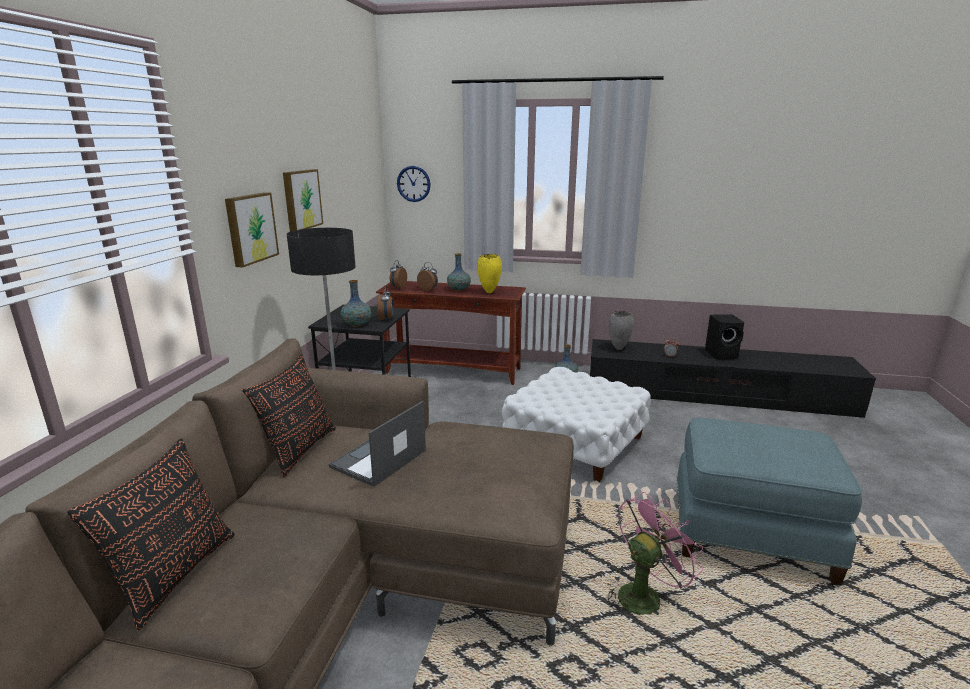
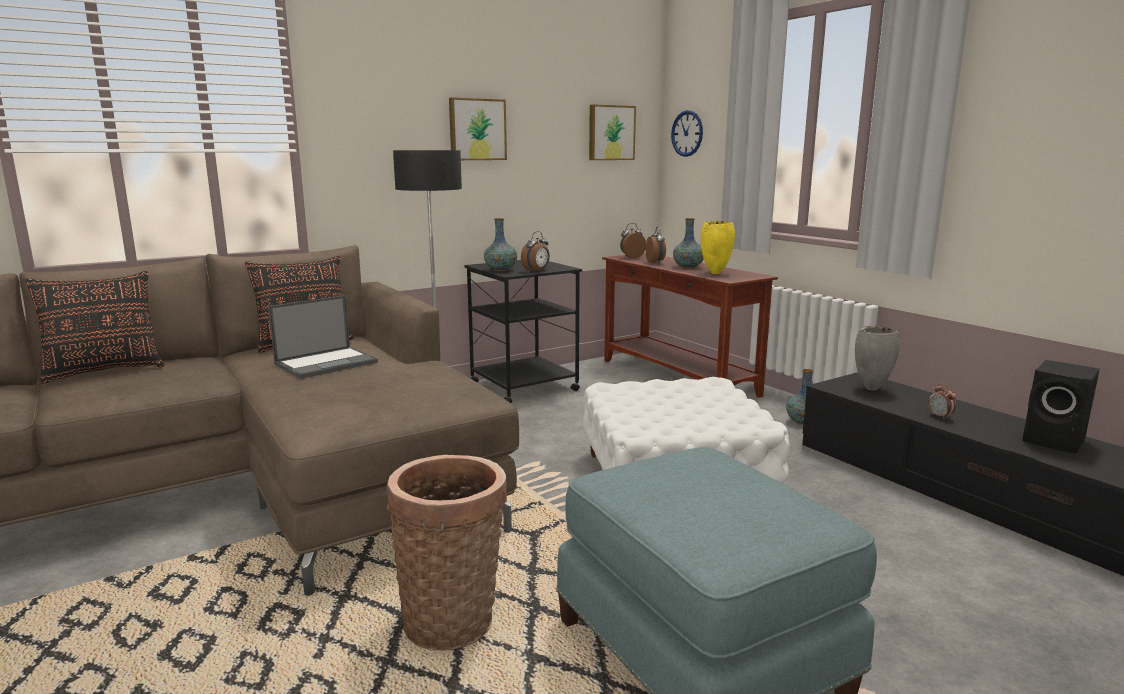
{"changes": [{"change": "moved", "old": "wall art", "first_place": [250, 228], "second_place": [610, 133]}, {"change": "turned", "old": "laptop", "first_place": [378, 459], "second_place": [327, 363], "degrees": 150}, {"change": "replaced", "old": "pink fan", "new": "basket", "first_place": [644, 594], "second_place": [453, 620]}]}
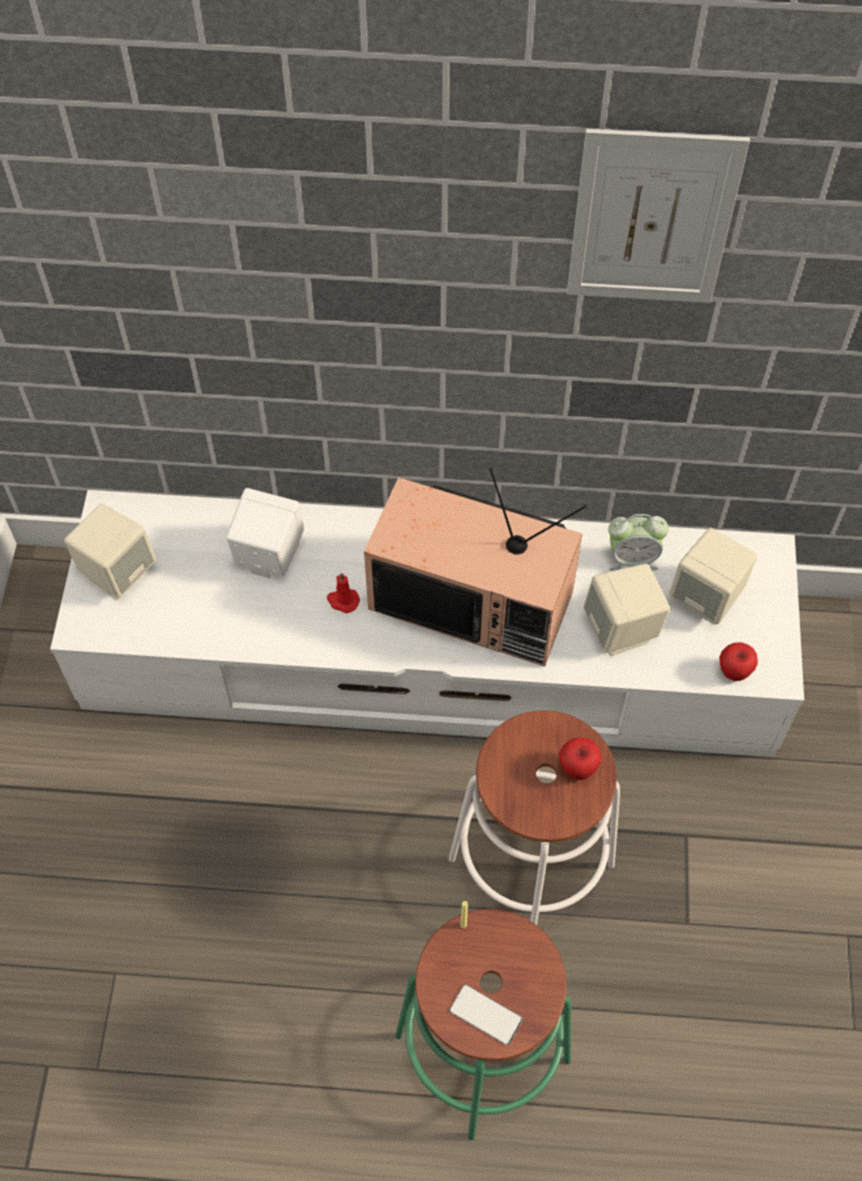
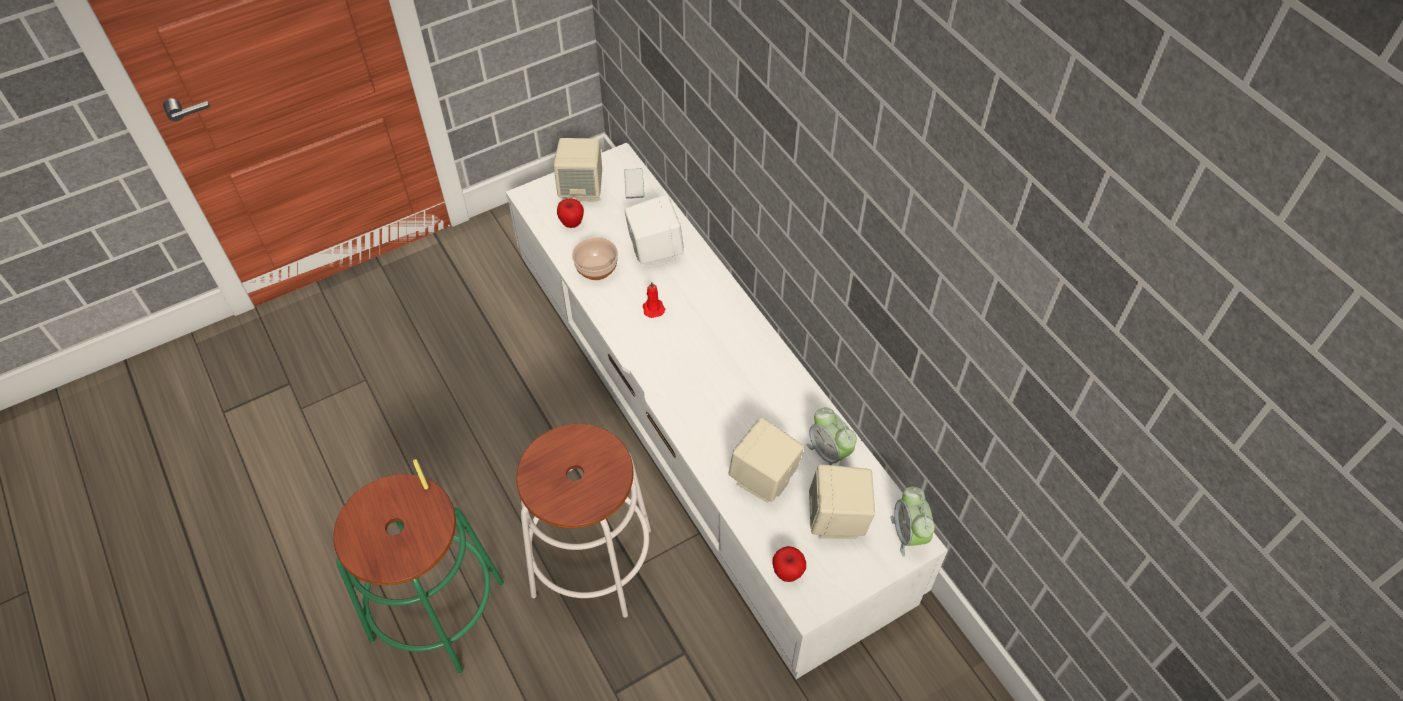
{"changes": [{"change": "removed", "old": "television", "first_place": [475, 599]}, {"change": "moved", "old": "telephone", "first_place": [485, 1015], "second_place": [634, 184]}, {"change": "moved", "old": "whole apple", "first_place": [577, 769], "second_place": [572, 223]}, {"change": "removed", "old": "wall art", "first_place": [652, 219]}, {"change": "added", "new": "deep dish", "second_place": [597, 268]}, {"change": "added", "new": "alarm clock", "second_place": [908, 534]}]}
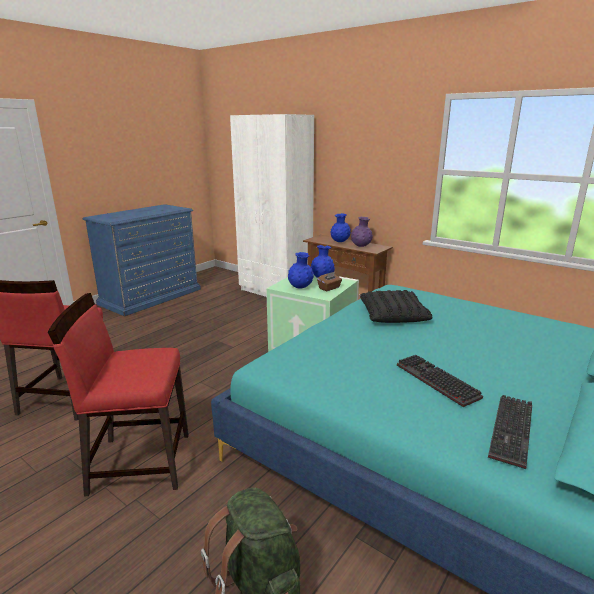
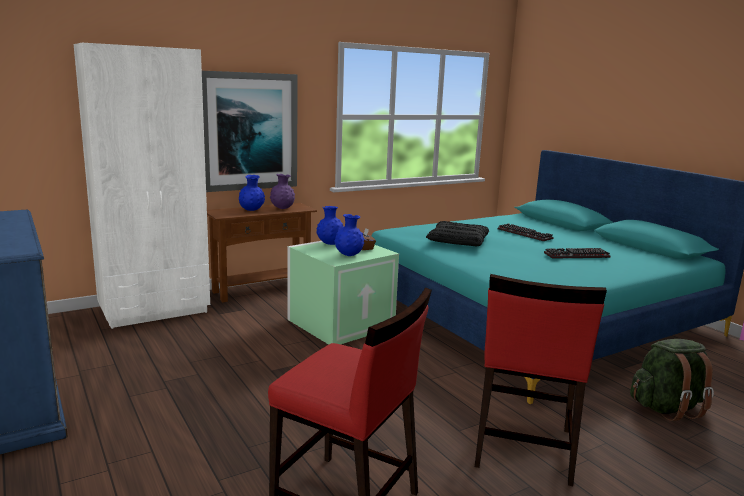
{"changes": [{"change": "moved", "old": "computer keyboard", "first_place": [513, 432], "second_place": [526, 234]}, {"change": "added", "new": "wall art", "second_place": [248, 131]}]}
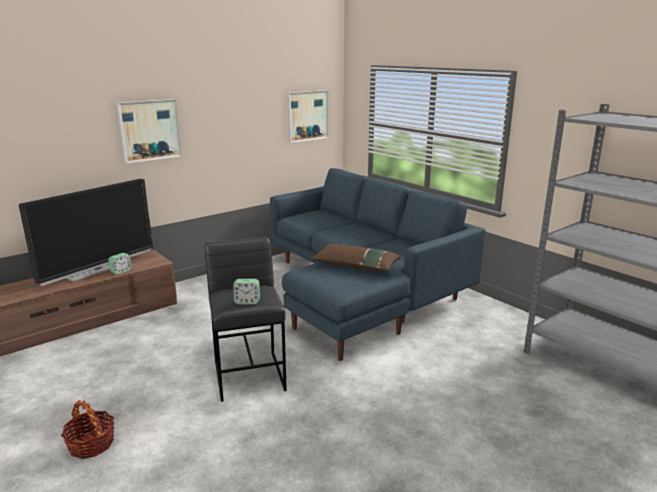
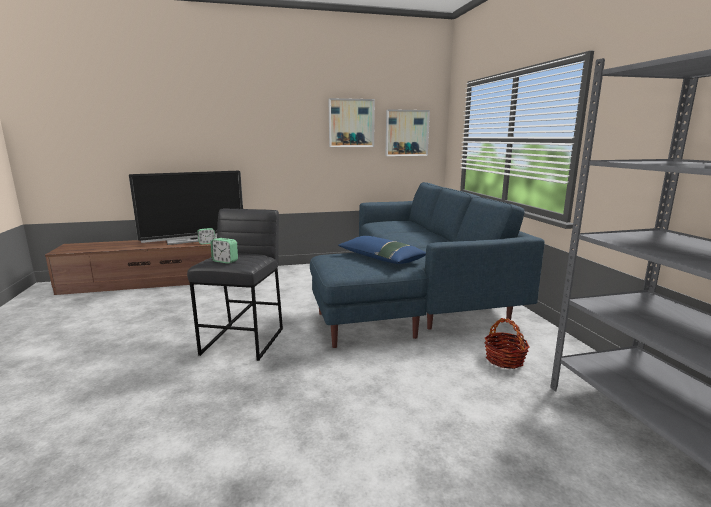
{"changes": [{"change": "moved", "old": "basket", "first_place": [91, 444], "second_place": [504, 359]}, {"change": "moved", "old": "wall art", "first_place": [149, 130], "second_place": [351, 123]}, {"change": "recoloured", "old": "brown-coloured cushion", "new": "blue-coloured cushion", "first_place": [356, 266], "second_place": [380, 258]}]}
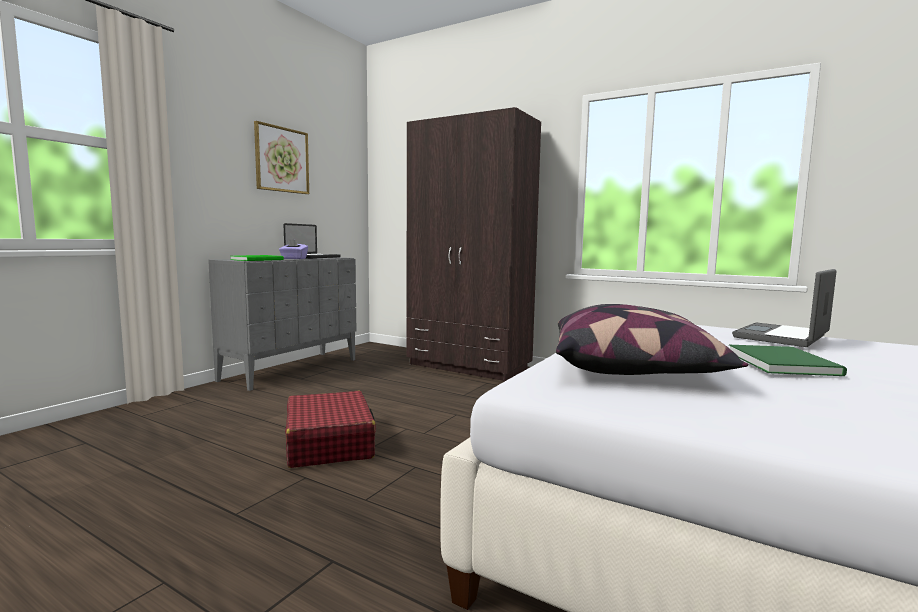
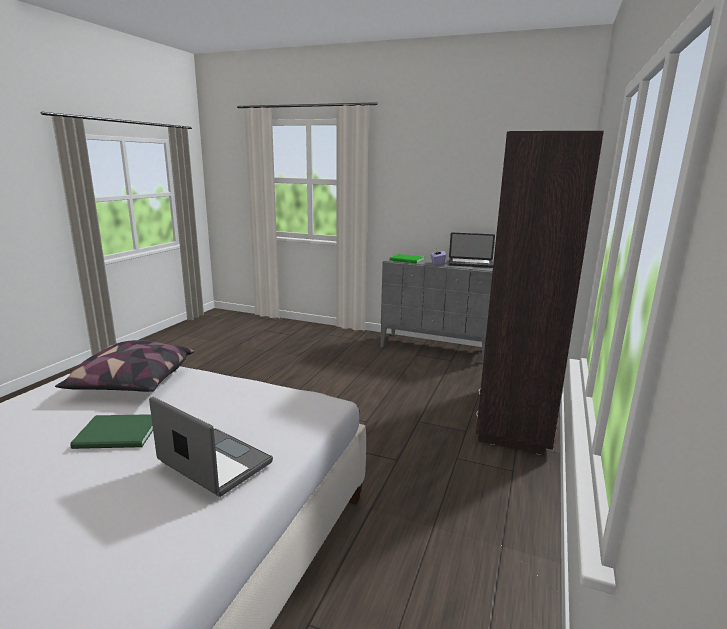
{"changes": [{"change": "removed", "old": "wall art", "first_place": [282, 160]}, {"change": "removed", "old": "red suitcase", "first_place": [329, 442]}]}
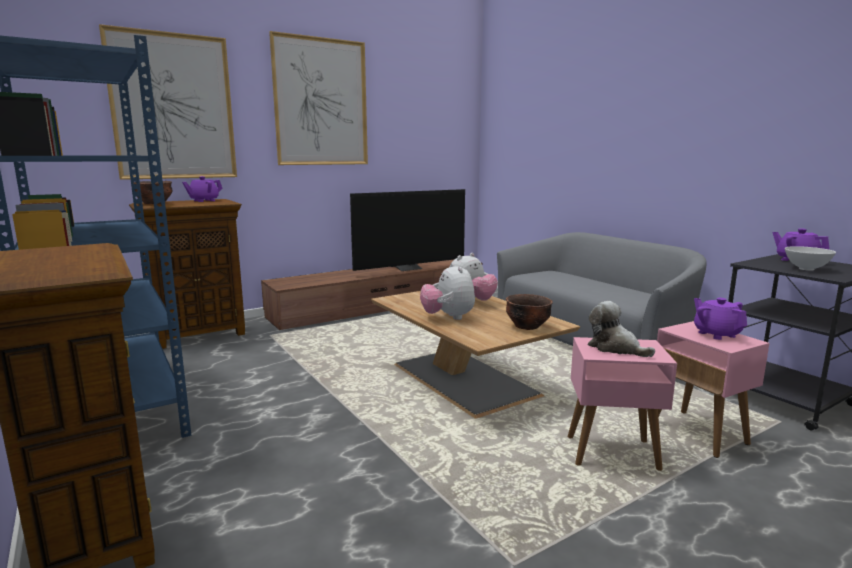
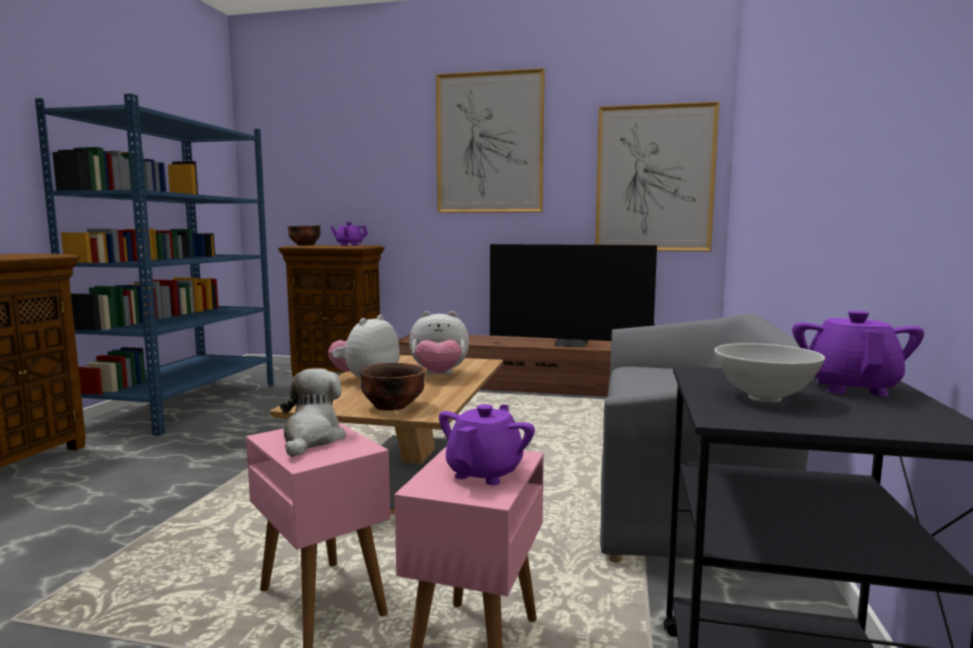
{"changes": [{"change": "moved", "old": "wall art", "first_place": [173, 107], "second_place": [654, 179]}]}
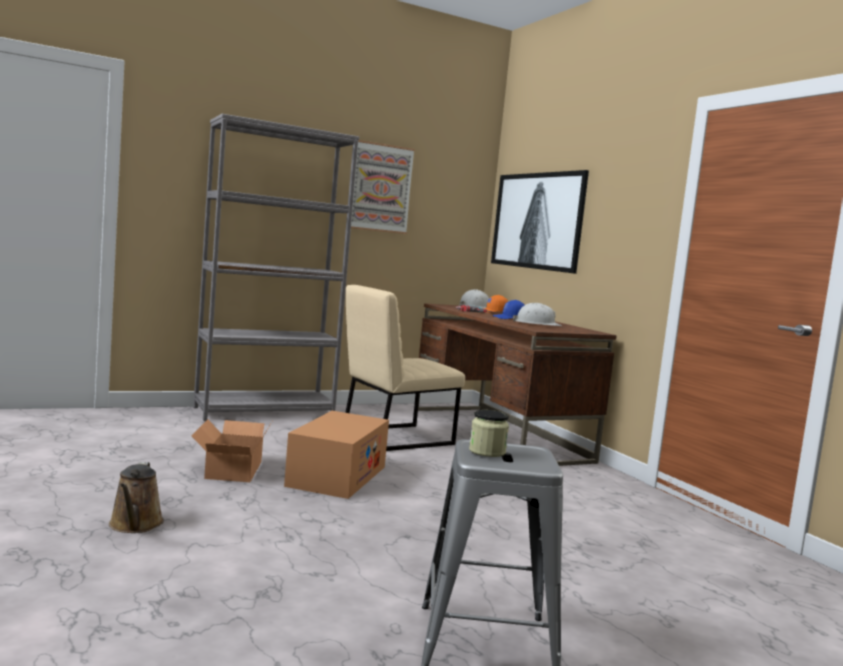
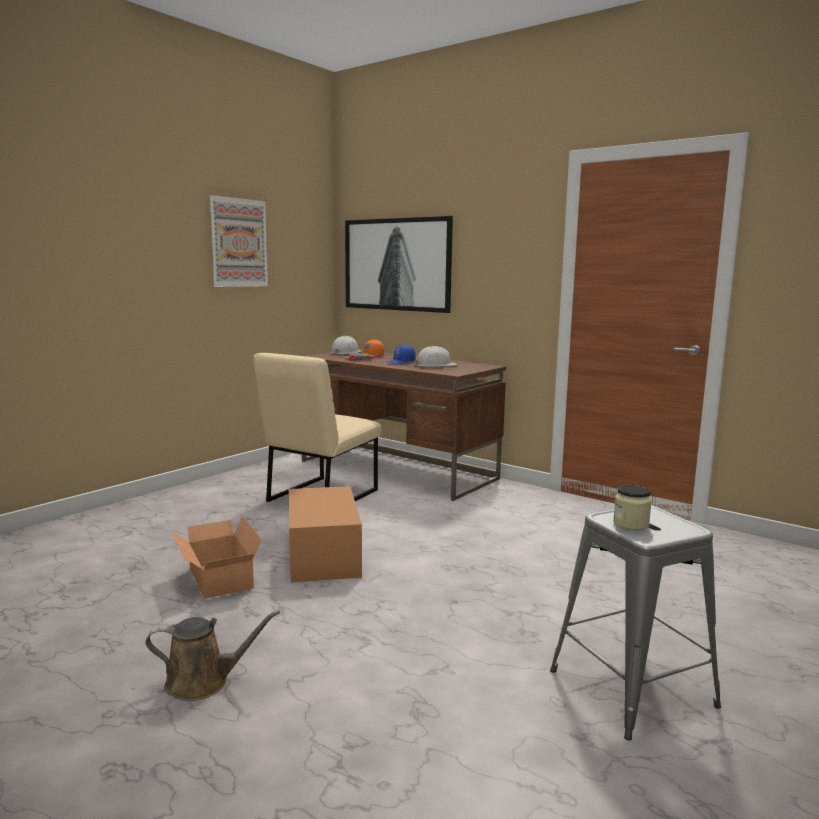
{"changes": [{"change": "turned", "old": "brown-coloured sprinkling can", "first_place": [135, 525], "second_place": [203, 682], "degrees": -60}, {"change": "removed", "old": "gray bookshelf", "first_place": [265, 412]}]}
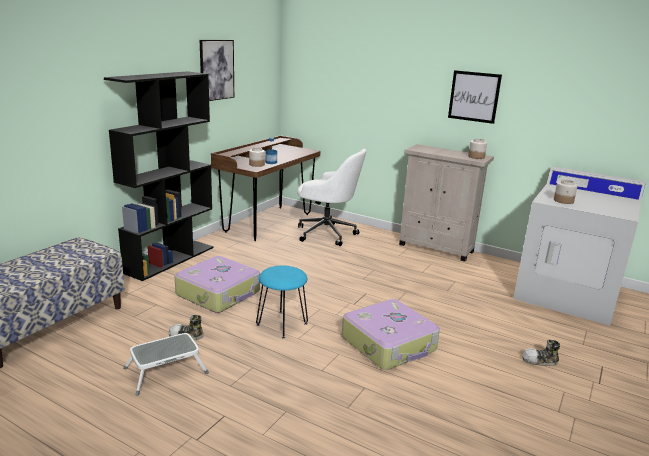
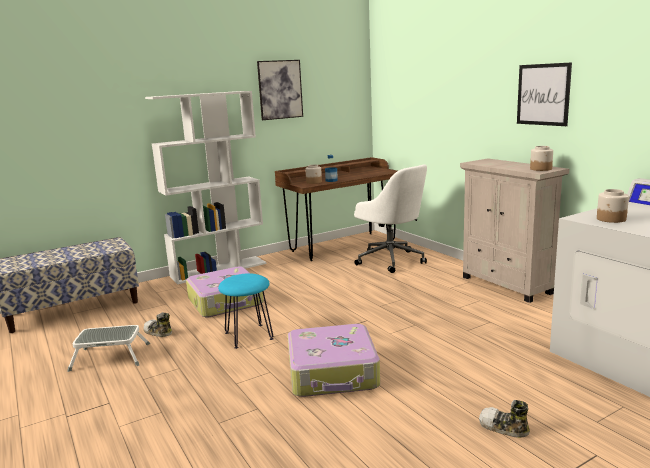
{"changes": [{"change": "recoloured", "old": "black-coloured bookshelf", "new": "white bookshelf", "first_place": [170, 259], "second_place": [219, 269]}]}
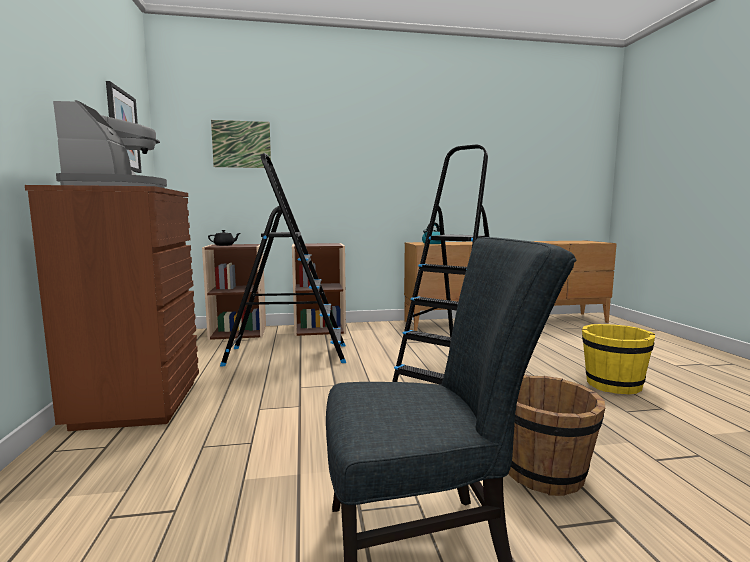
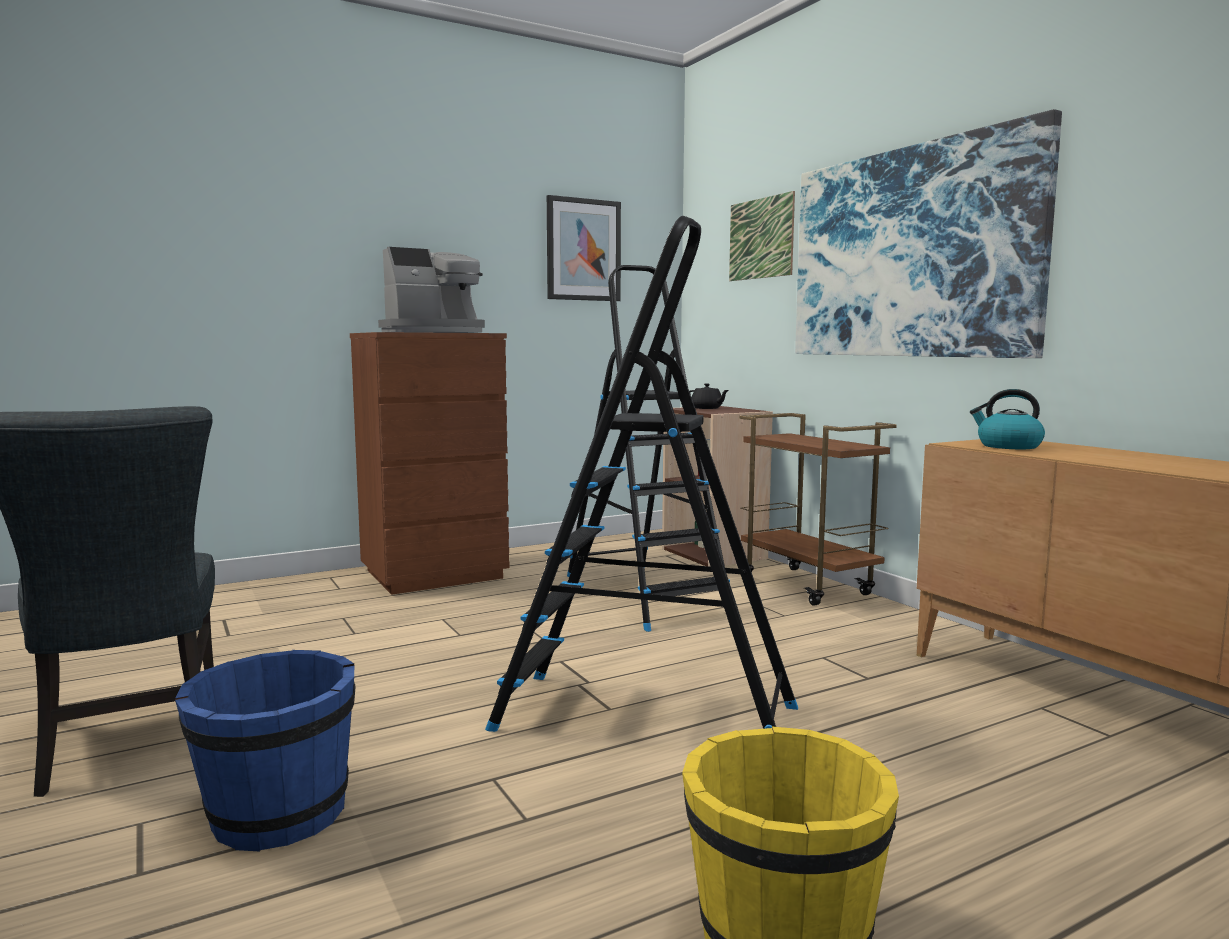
{"changes": [{"change": "replaced", "old": "brown-coloured bookshelf", "new": "brown-coloured wheeled cart", "first_place": [320, 329], "second_place": [807, 587]}, {"change": "recoloured", "old": "brown-coloured pail", "new": "blue-coloured pail", "first_place": [545, 473], "second_place": [277, 815]}, {"change": "added", "new": "wall art", "second_place": [909, 253]}]}
